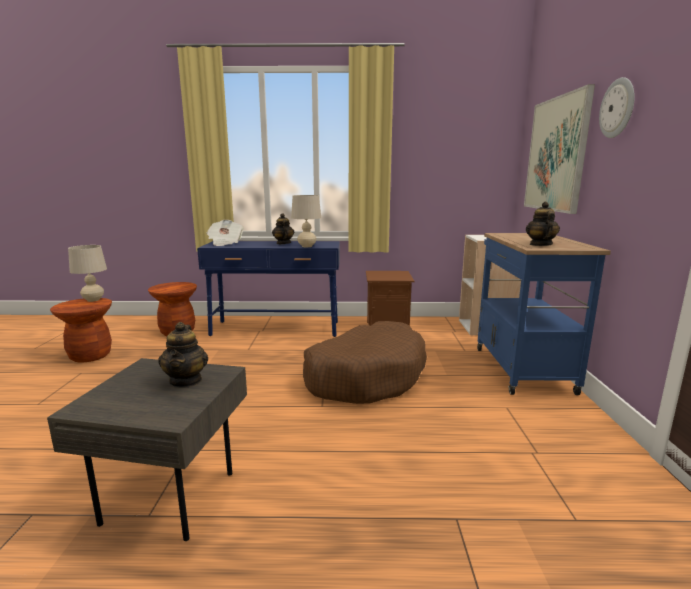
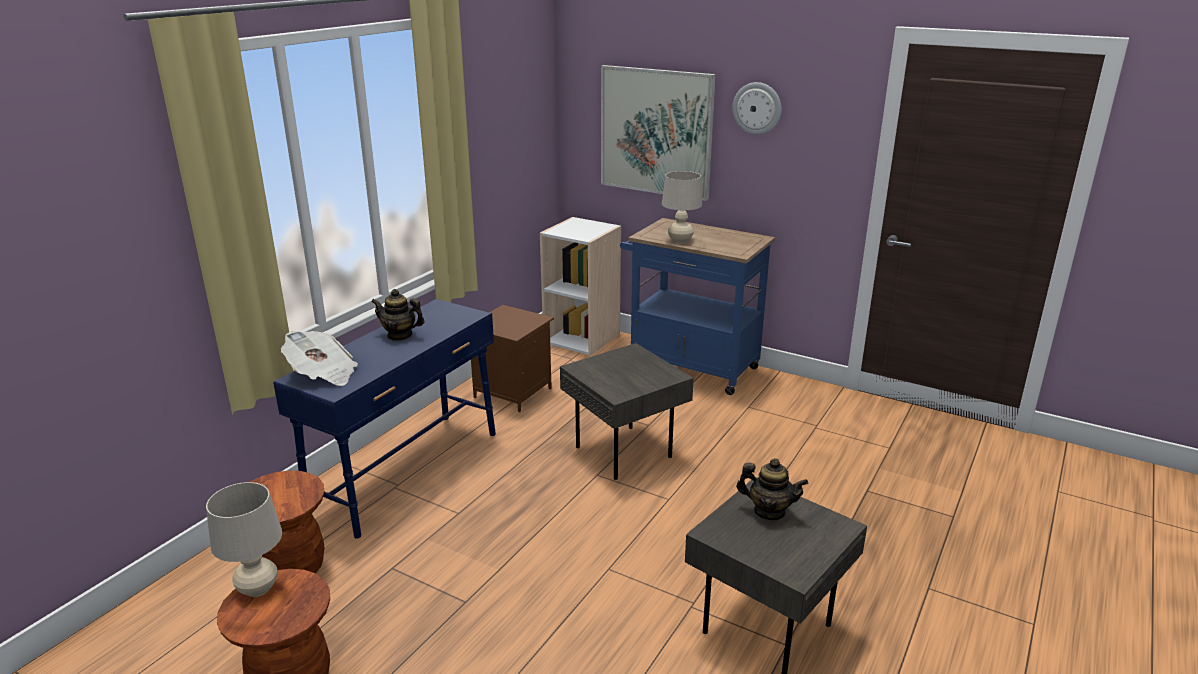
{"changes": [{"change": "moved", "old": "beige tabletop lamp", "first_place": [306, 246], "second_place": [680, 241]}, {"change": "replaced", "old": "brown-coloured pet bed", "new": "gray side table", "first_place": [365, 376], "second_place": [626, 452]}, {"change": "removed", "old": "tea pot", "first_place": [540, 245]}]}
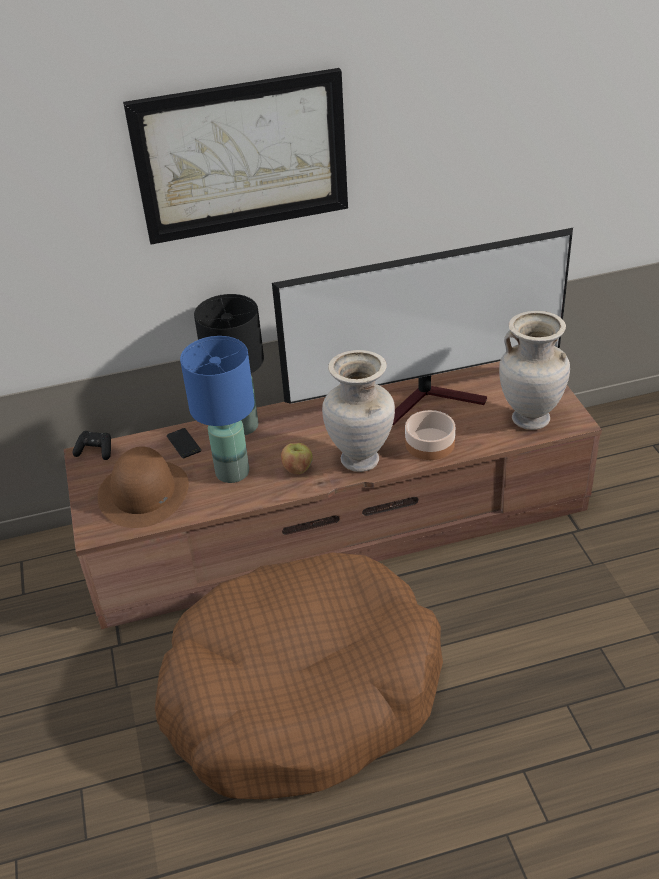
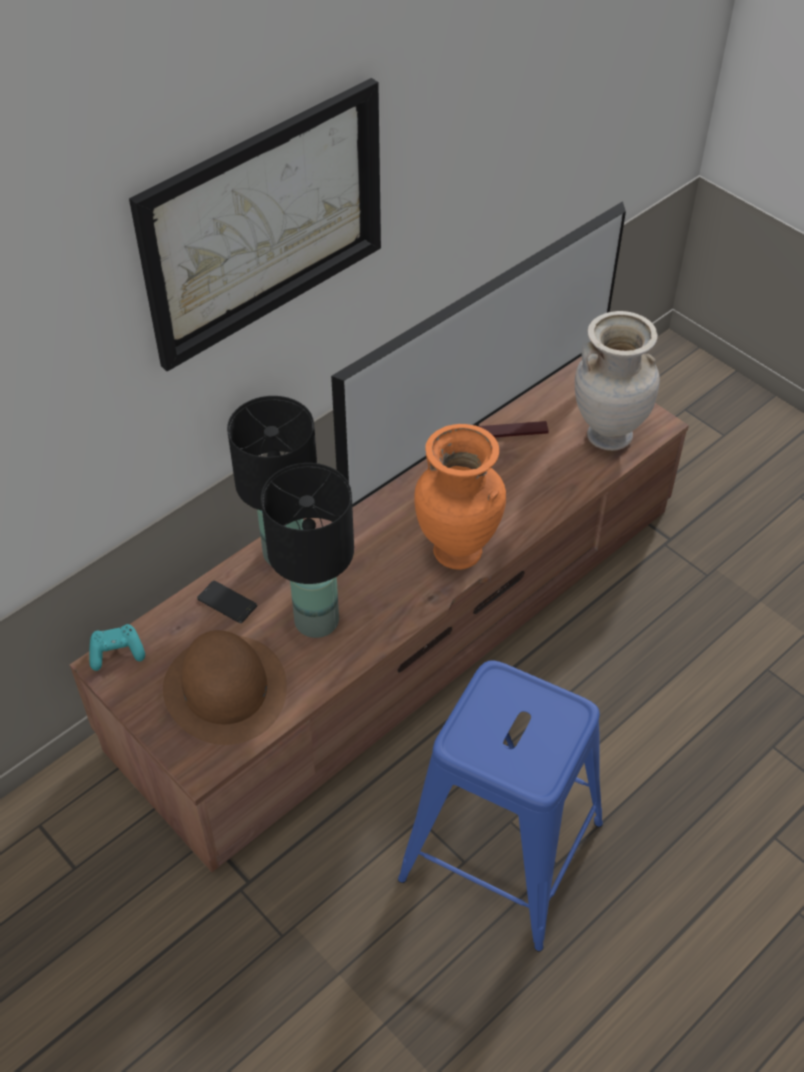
{"changes": [{"change": "recoloured", "old": "black-coloured joypad", "new": "turquoise-coloured joypad", "first_place": [95, 451], "second_place": [117, 653]}, {"change": "replaced", "old": "brown-coloured pet bed", "new": "blue-coloured stool seat", "first_place": [301, 694], "second_place": [502, 852]}, {"change": "recoloured", "old": "blue-coloured tabletop lamp", "new": "black-coloured tabletop lamp", "first_place": [233, 472], "second_place": [318, 620]}, {"change": "removed", "old": "whole apple", "first_place": [298, 469]}, {"change": "recoloured", "old": "beige decorative vase", "new": "orange decorative vase", "first_place": [361, 460], "second_place": [458, 551]}, {"change": "removed", "old": "deep dish", "first_place": [430, 444]}]}
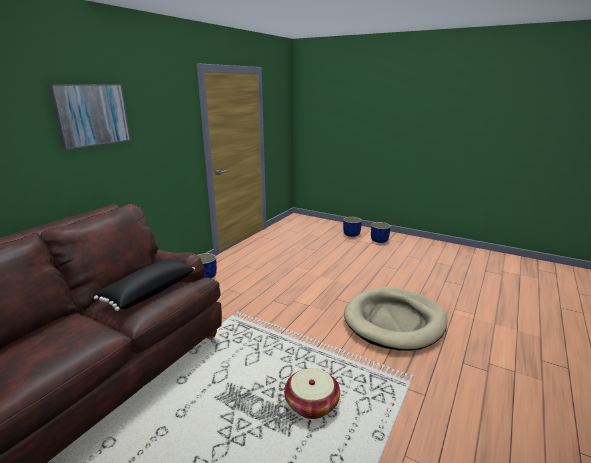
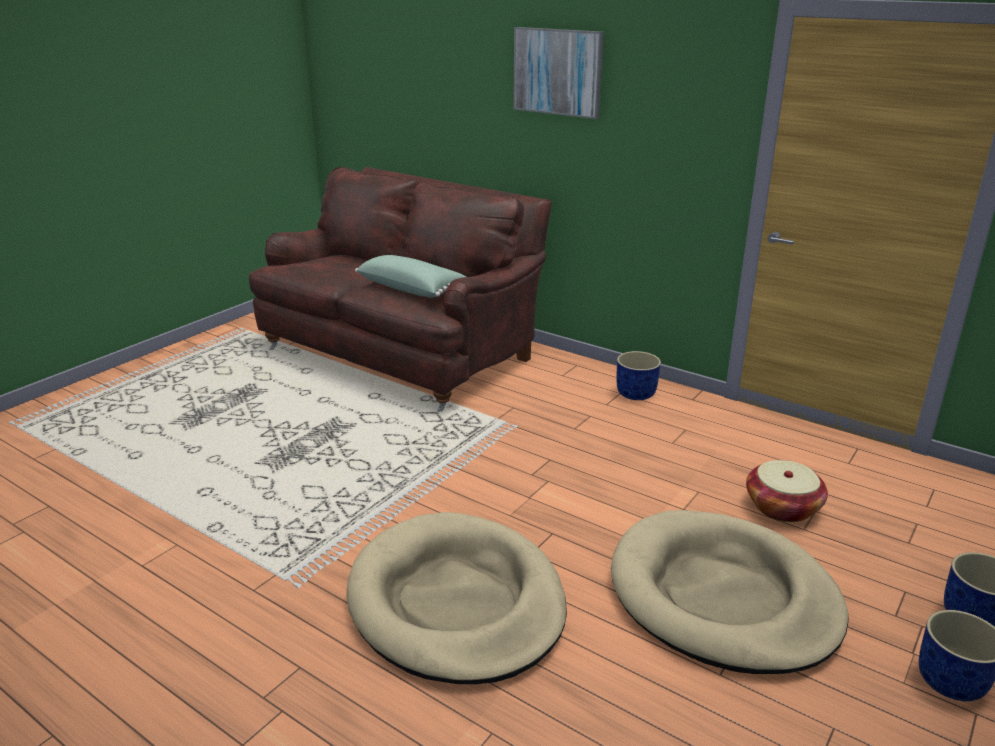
{"changes": [{"change": "recoloured", "old": "black-coloured cushion", "new": "green-coloured cushion", "first_place": [149, 291], "second_place": [412, 288]}, {"change": "moved", "old": "basket", "first_place": [312, 404], "second_place": [782, 507]}, {"change": "added", "new": "beige pet bed", "second_place": [723, 597]}]}
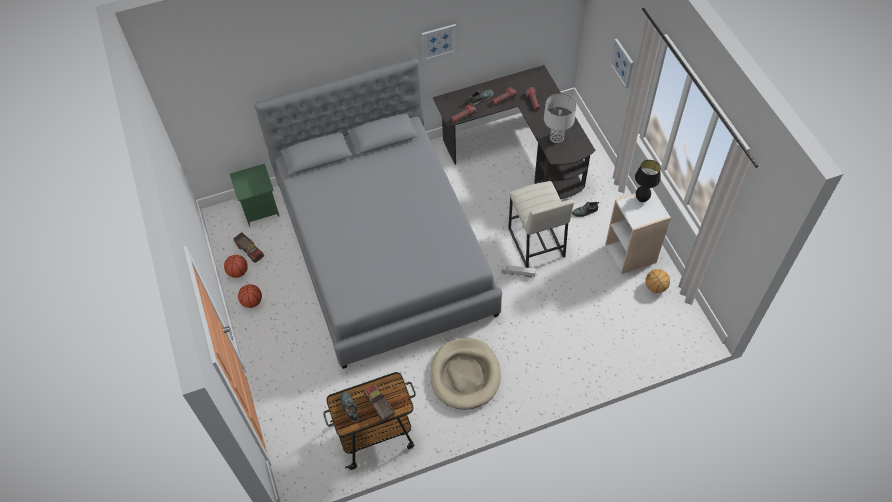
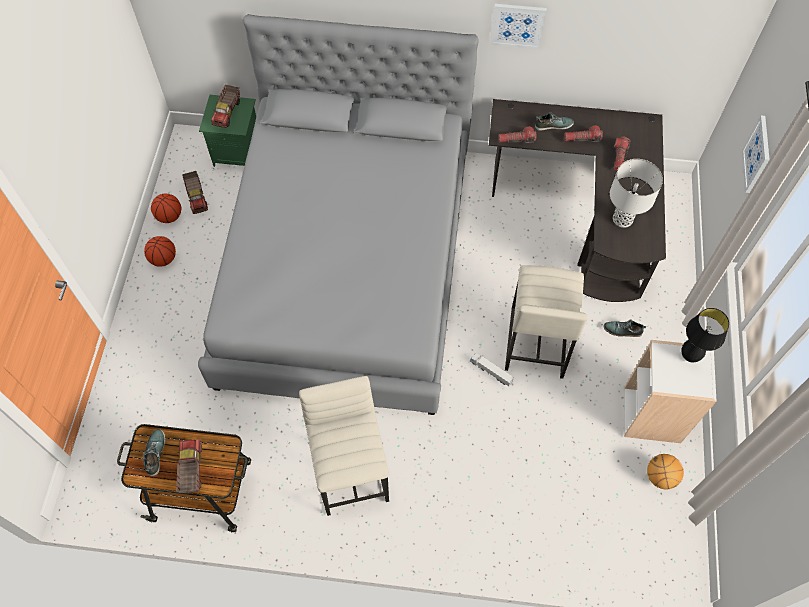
{"changes": [{"change": "replaced", "old": "beige pet bed", "new": "beige stool seat", "first_place": [465, 375], "second_place": [350, 471]}, {"change": "added", "new": "toy truck", "second_place": [227, 112]}]}
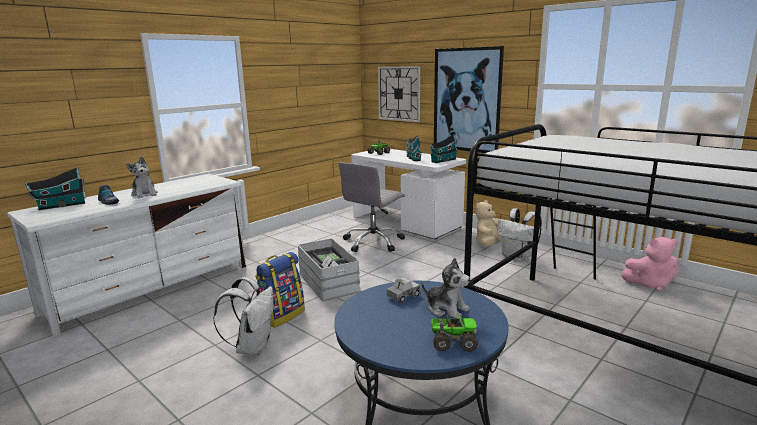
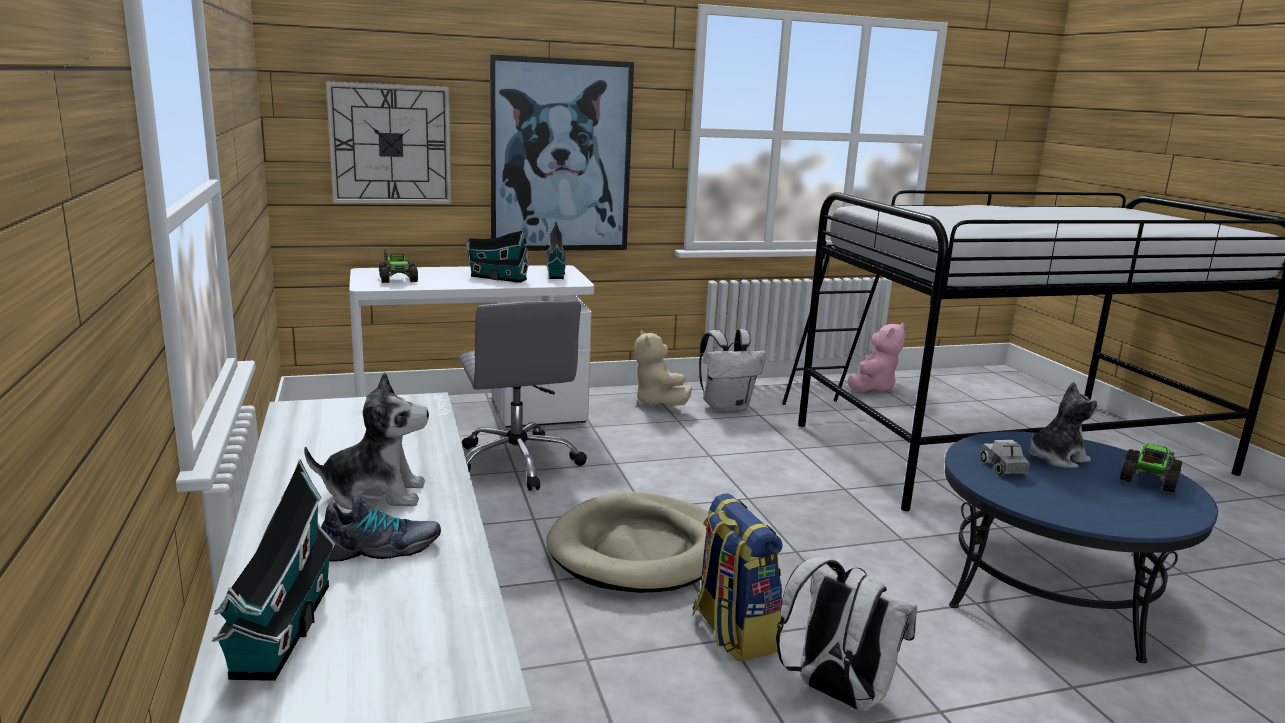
{"changes": [{"change": "replaced", "old": "gray storage container", "new": "beige pet bed", "first_place": [329, 282], "second_place": [640, 550]}]}
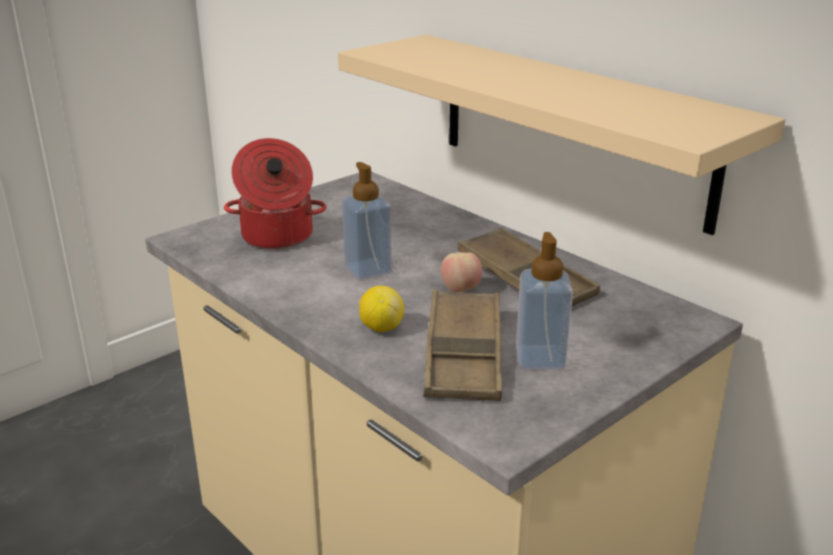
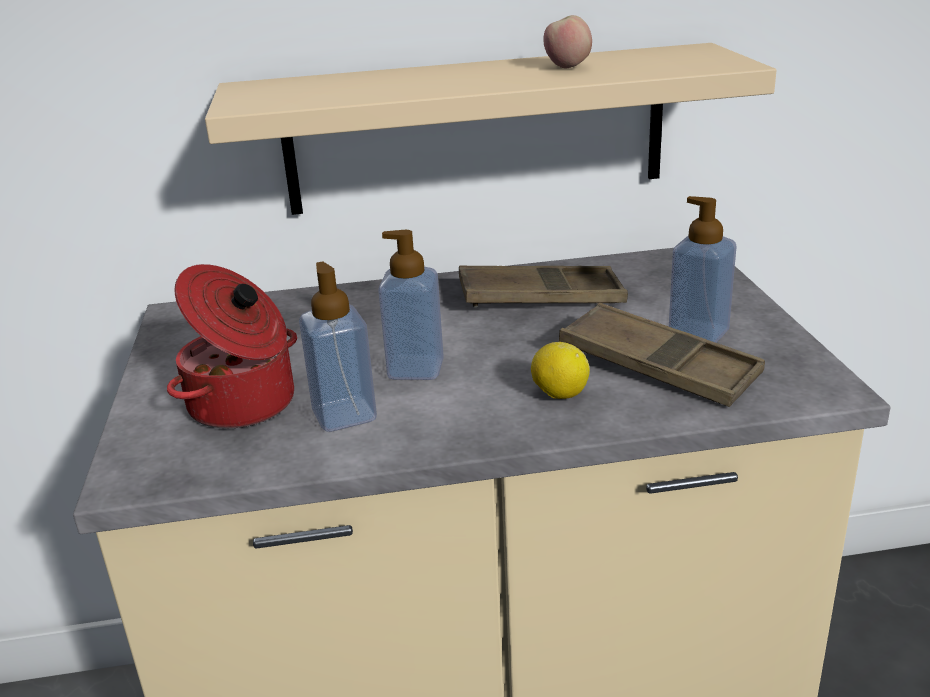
{"changes": [{"change": "moved", "old": "whole apple", "first_place": [460, 290], "second_place": [568, 67]}, {"change": "added", "new": "soap bottle", "second_place": [344, 415]}]}
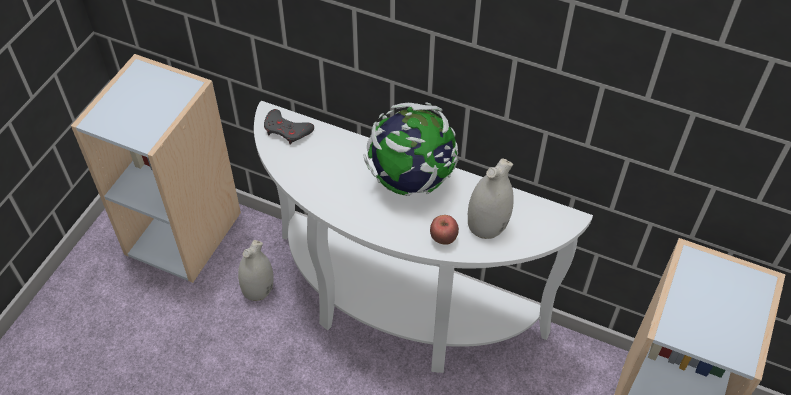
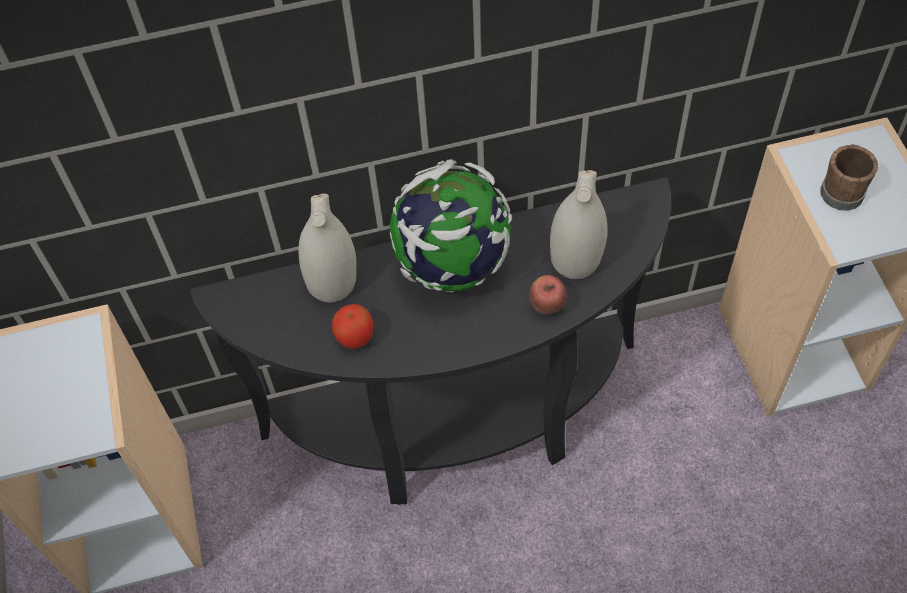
{"changes": [{"change": "moved", "old": "white decorative vase", "first_place": [258, 288], "second_place": [332, 281]}, {"change": "recoloured", "old": "white hall table", "new": "black-coloured hall table", "first_place": [397, 310], "second_place": [460, 427]}, {"change": "removed", "old": "gray joypad", "first_place": [287, 130]}, {"change": "added", "new": "whole apple", "second_place": [355, 337]}, {"change": "added", "new": "brown-coloured mug", "second_place": [842, 189]}]}
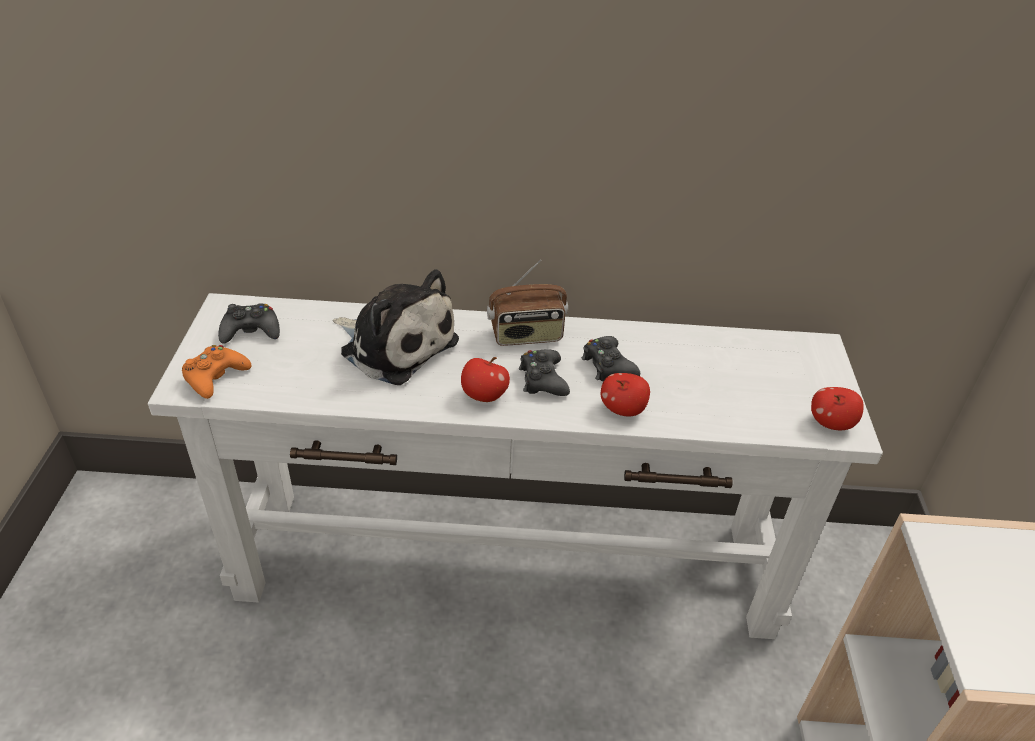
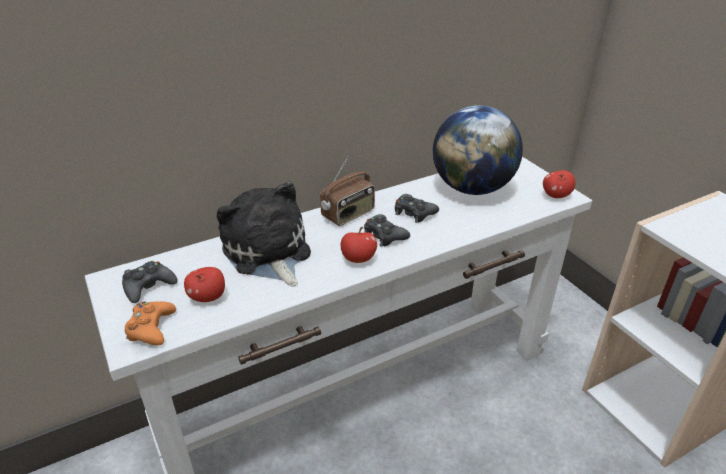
{"changes": [{"change": "turned", "old": "cuddly toy", "first_place": [395, 345], "second_place": [268, 253], "degrees": -120}, {"change": "moved", "old": "whole apple", "first_place": [623, 409], "second_place": [208, 297]}, {"change": "added", "new": "world globe", "second_place": [472, 188]}]}
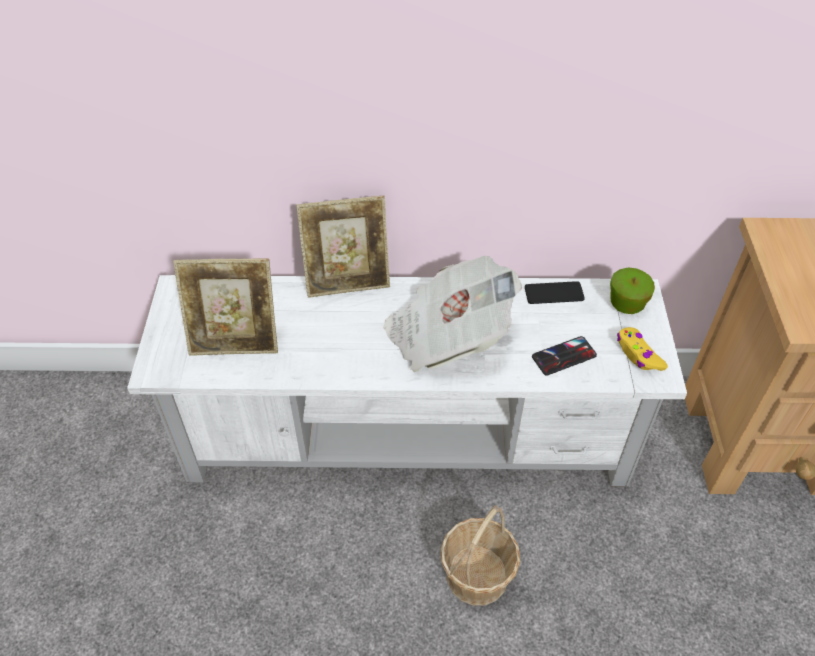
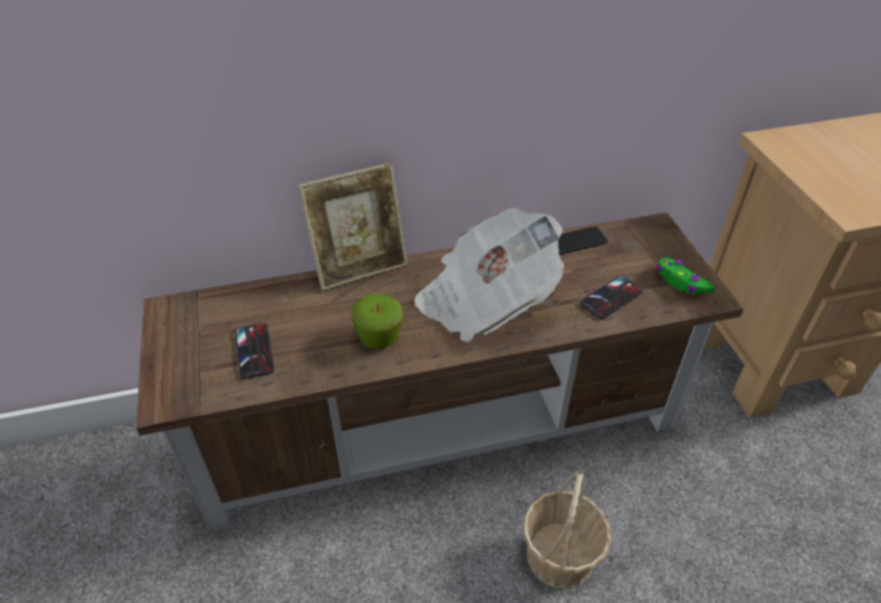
{"changes": [{"change": "recoloured", "old": "white tv stand", "new": "brown-coloured tv stand", "first_place": [408, 438], "second_place": [442, 429]}, {"change": "replaced", "old": "photo frame", "new": "telephone", "first_place": [235, 341], "second_place": [254, 351]}, {"change": "moved", "old": "whole apple", "first_place": [626, 304], "second_place": [379, 337]}, {"change": "recoloured", "old": "yellowish joypad", "new": "green-coloured joypad", "first_place": [638, 354], "second_place": [681, 282]}]}
